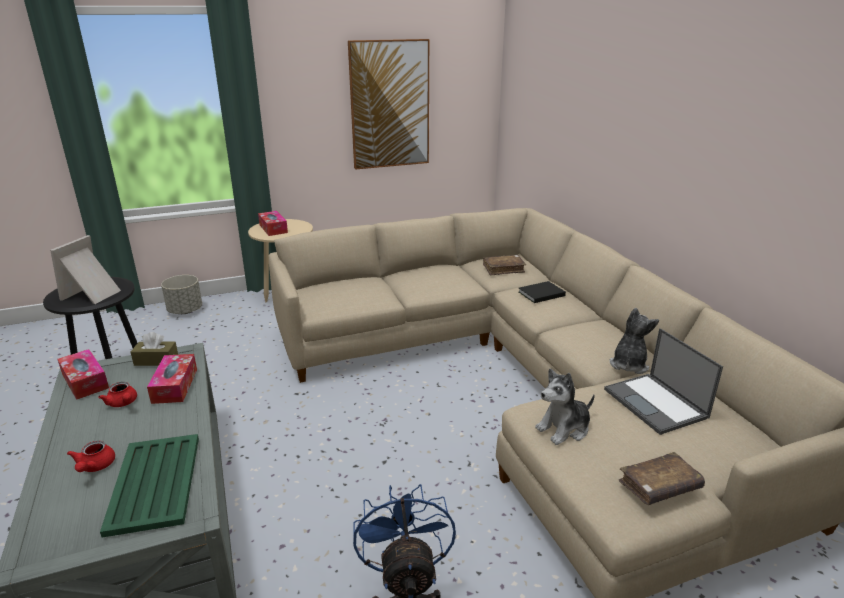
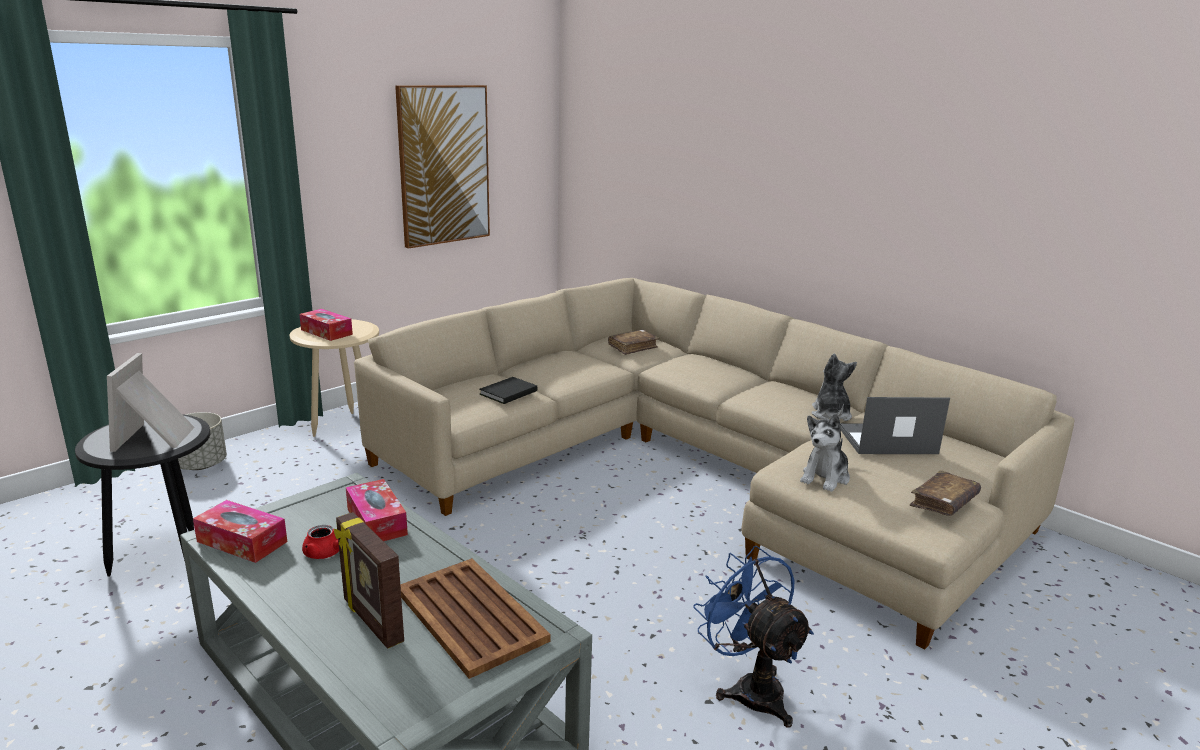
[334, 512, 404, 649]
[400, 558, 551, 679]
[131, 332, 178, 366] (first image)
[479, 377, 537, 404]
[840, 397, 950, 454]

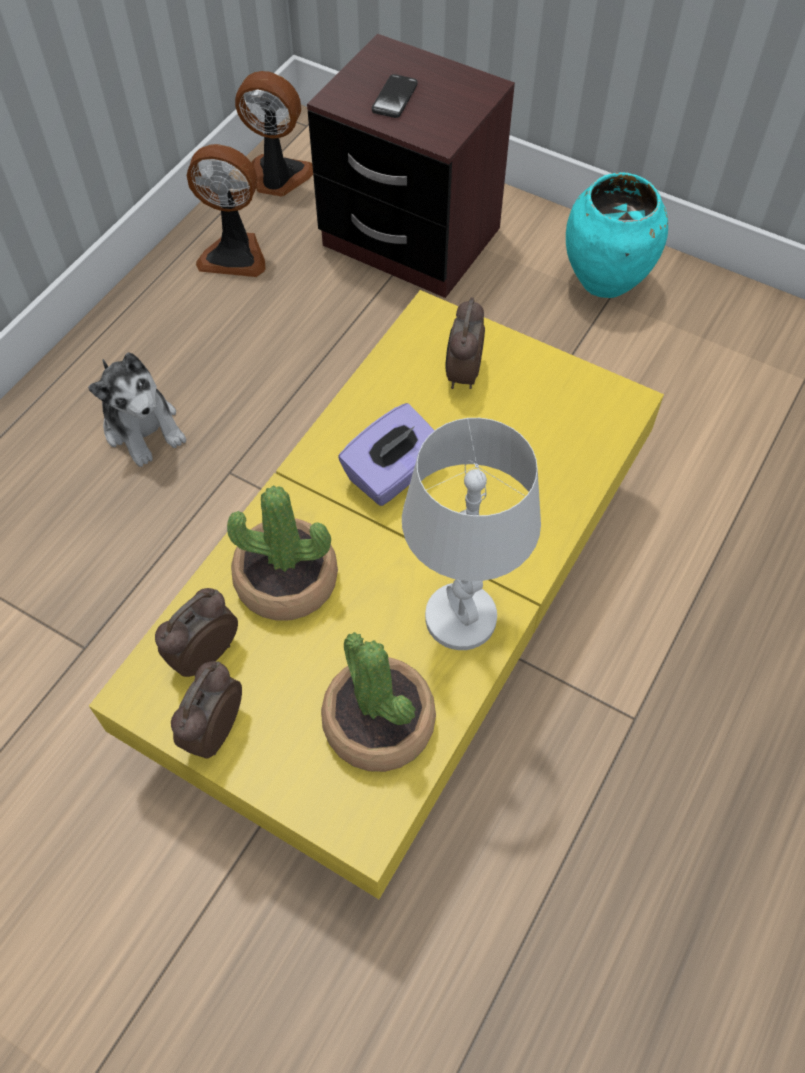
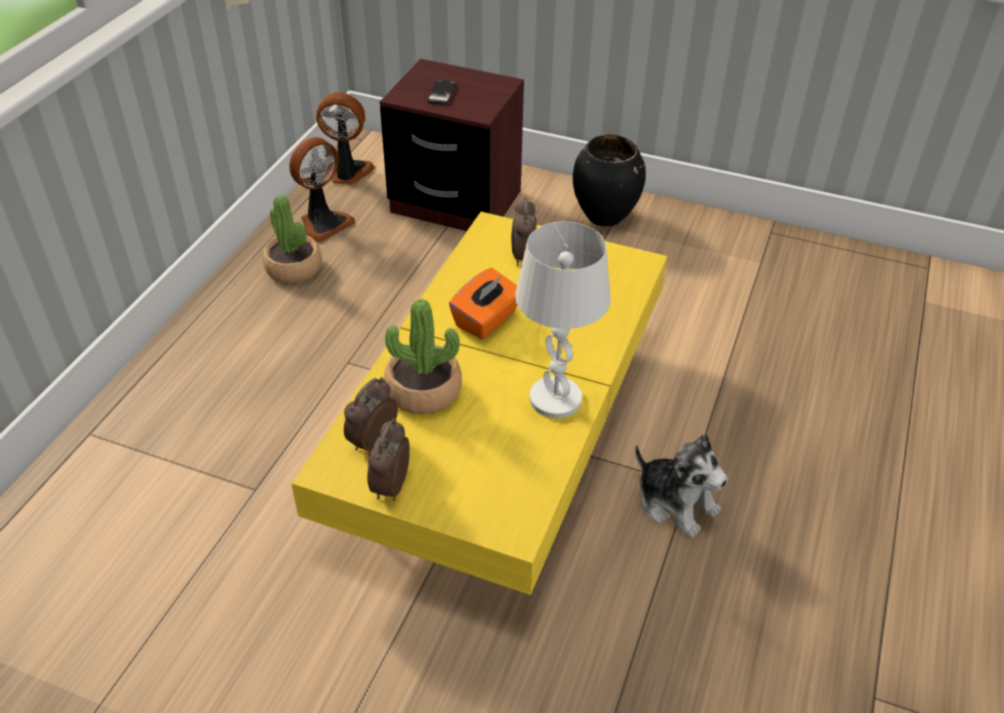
[635, 433, 728, 538]
[289, 137, 355, 243]
[263, 195, 322, 283]
[449, 268, 517, 339]
[573, 134, 646, 226]

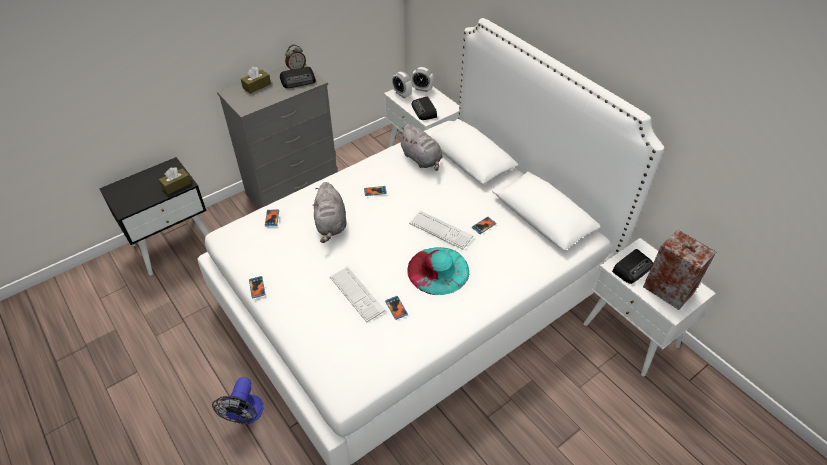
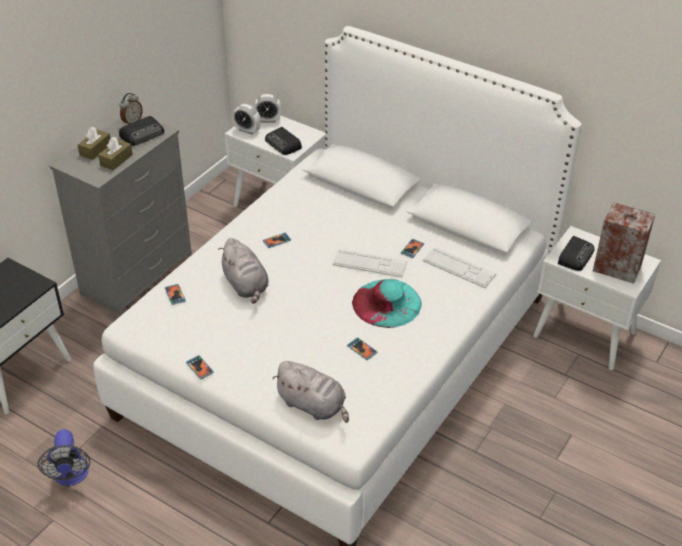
[98, 137, 133, 170]
[38, 429, 90, 486]
[422, 247, 496, 288]
[272, 361, 349, 423]

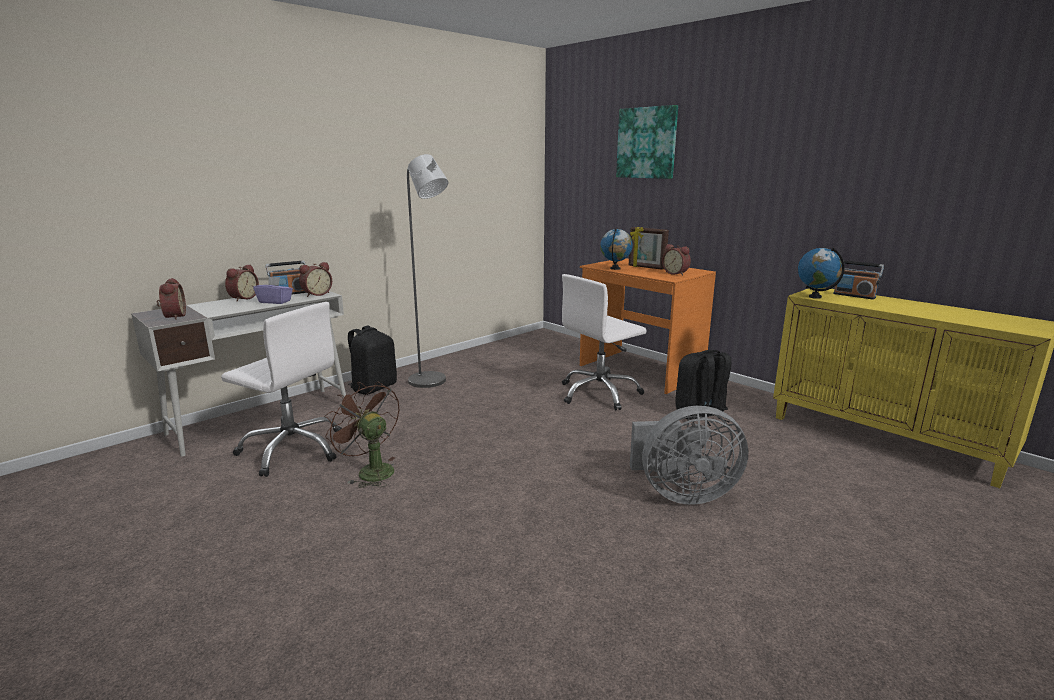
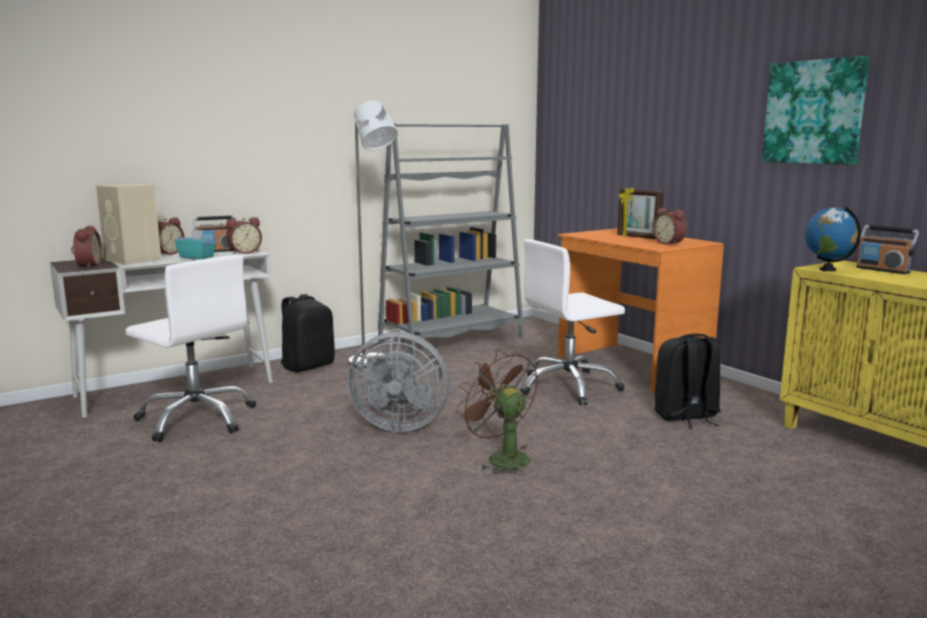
[175, 230, 216, 259]
[456, 350, 538, 476]
[600, 228, 633, 270] (first image)
[762, 56, 869, 165]
[348, 332, 450, 432]
[96, 183, 161, 265]
[378, 123, 524, 357]

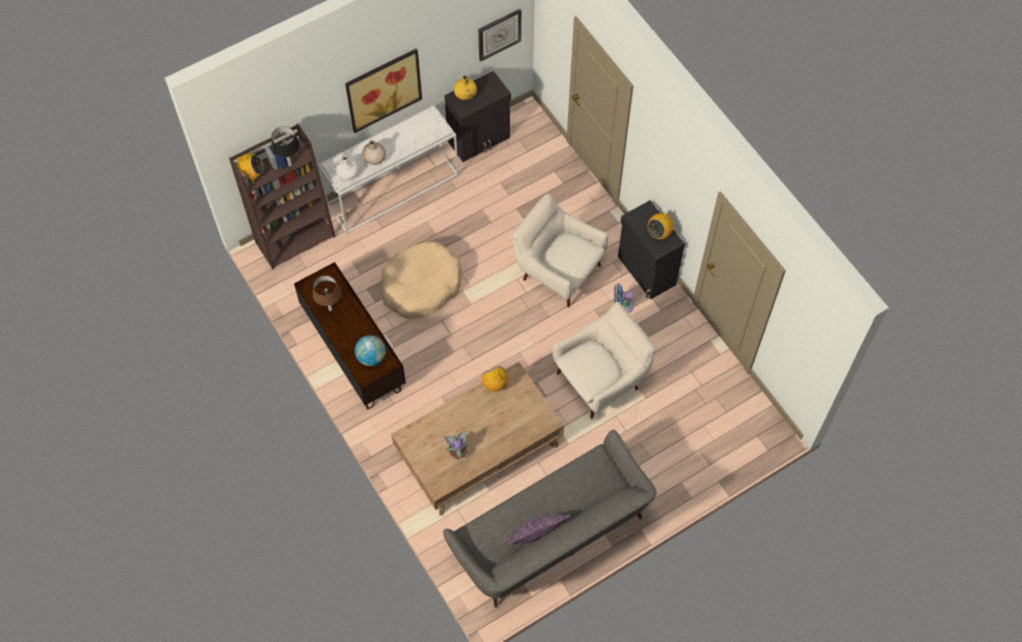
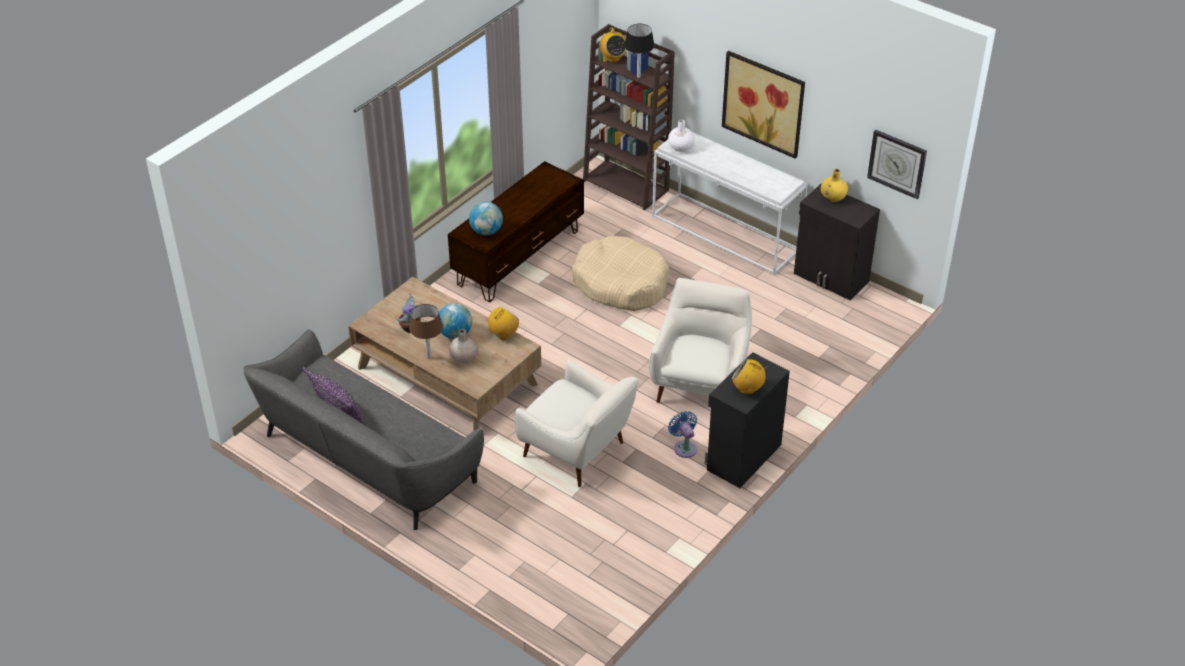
[409, 304, 443, 359]
[449, 329, 479, 363]
[439, 303, 472, 339]

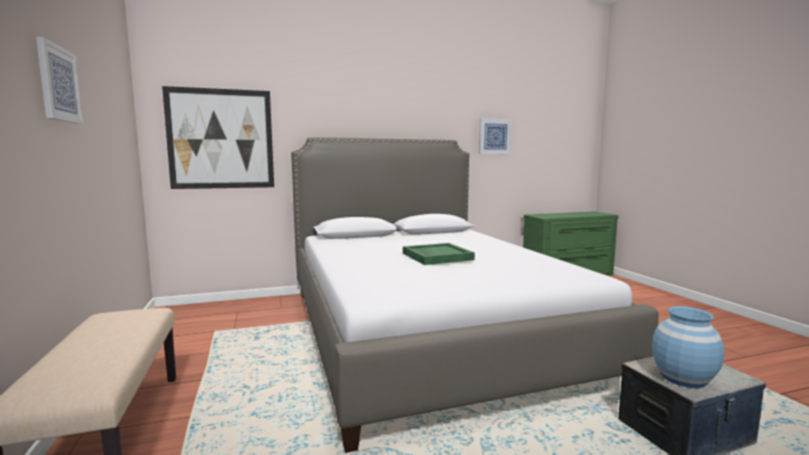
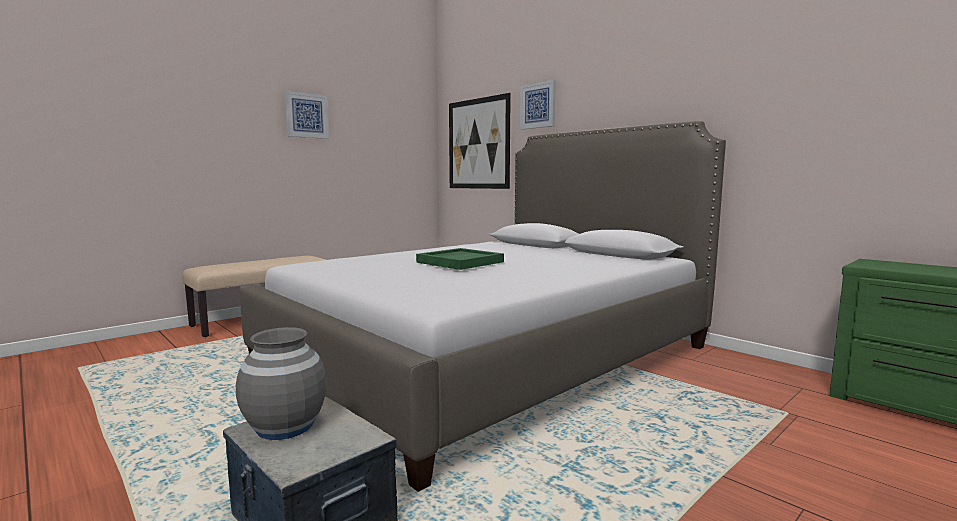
[520, 80, 556, 129]
[236, 327, 326, 440]

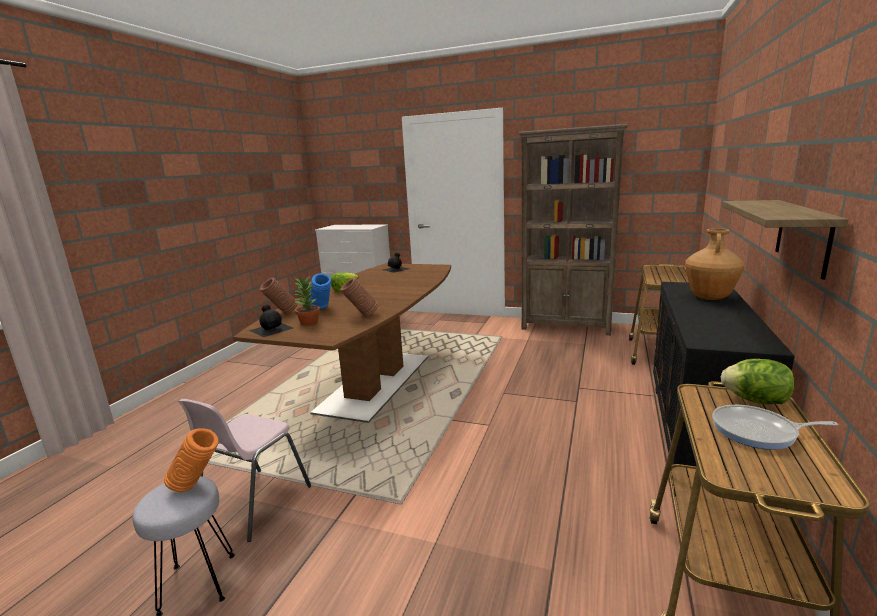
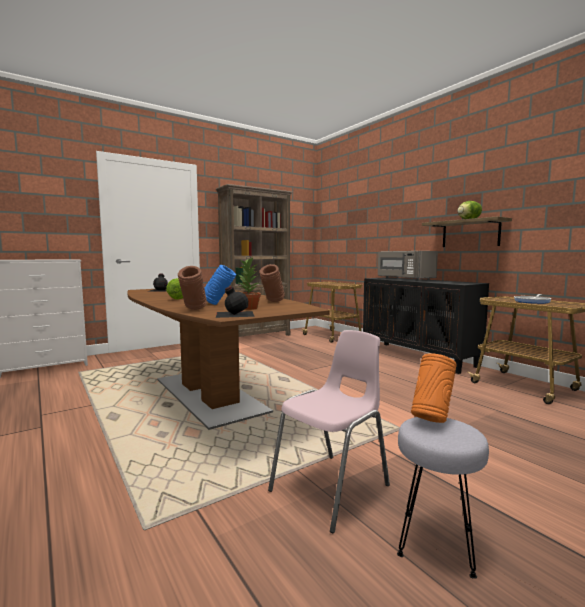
[268, 330, 390, 533]
[378, 251, 438, 281]
[457, 201, 482, 219]

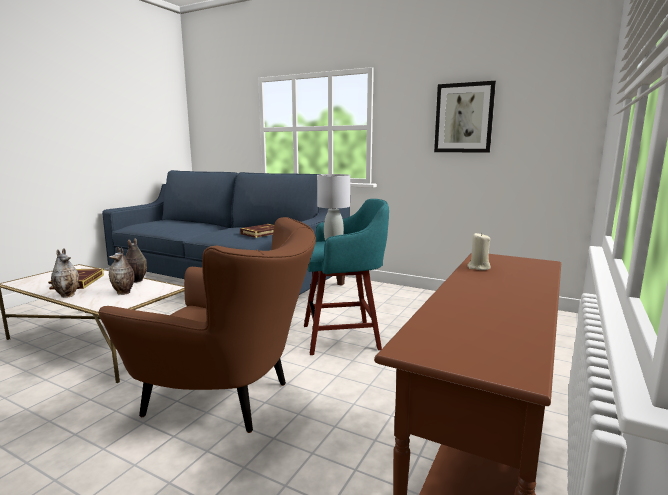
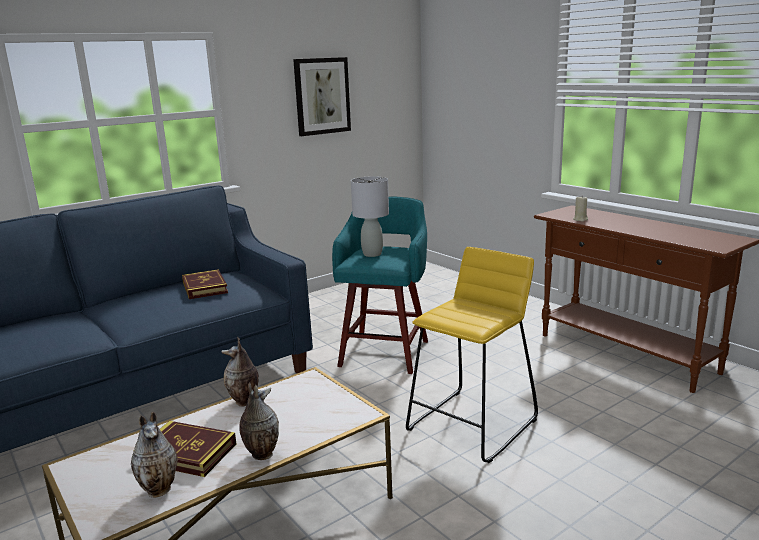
[406, 247, 538, 463]
[131, 412, 178, 498]

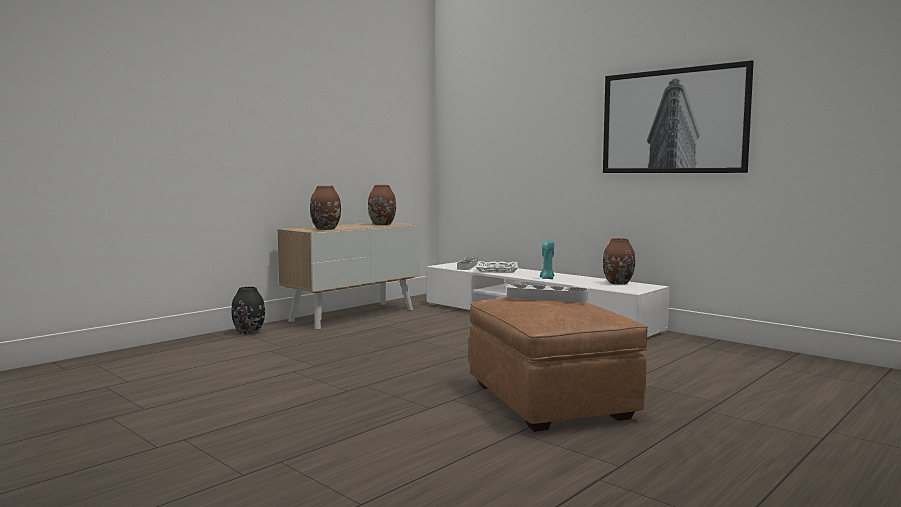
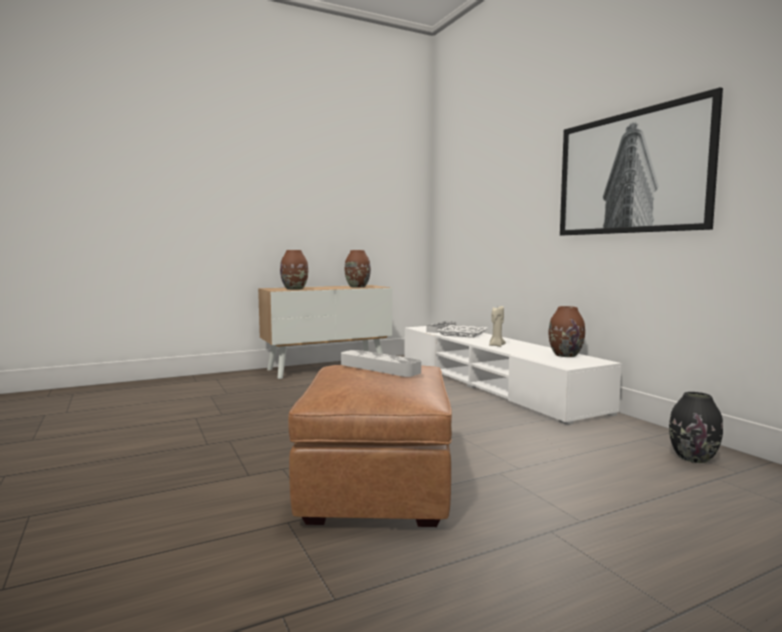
[669, 392, 723, 463]
[489, 306, 506, 347]

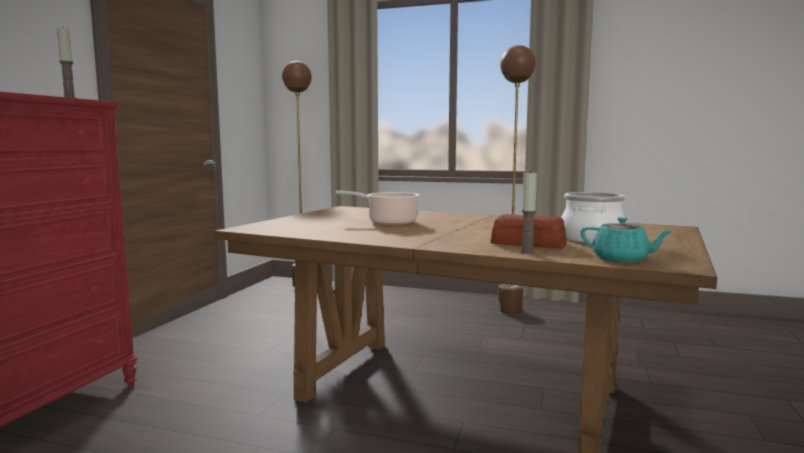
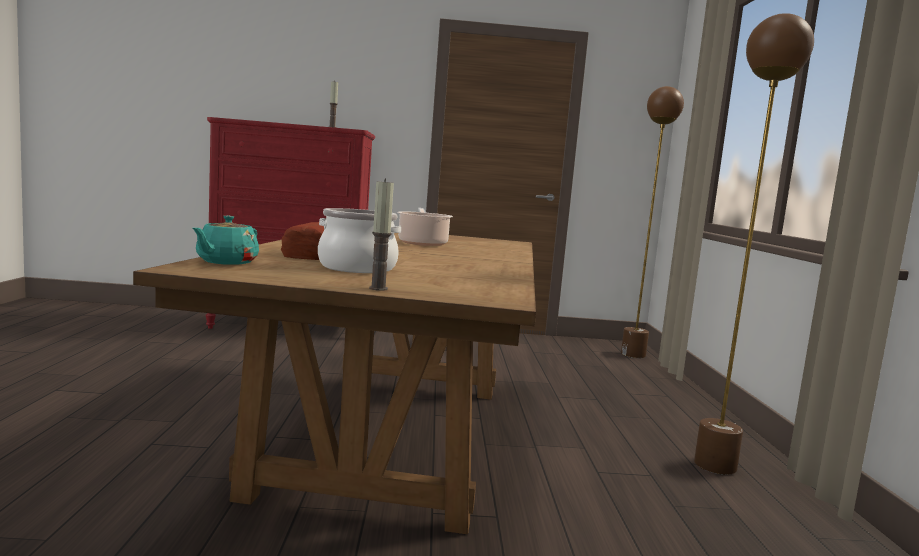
[369, 179, 394, 291]

